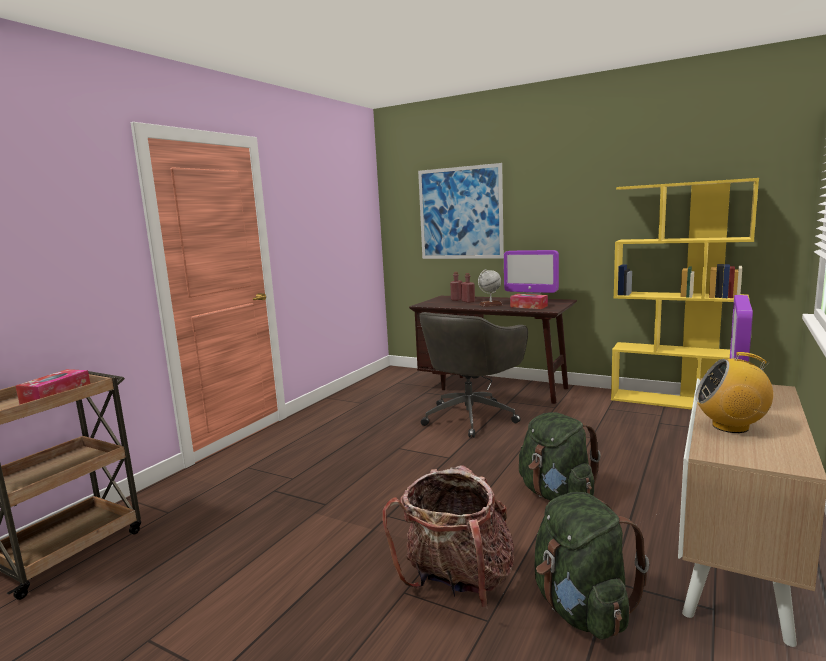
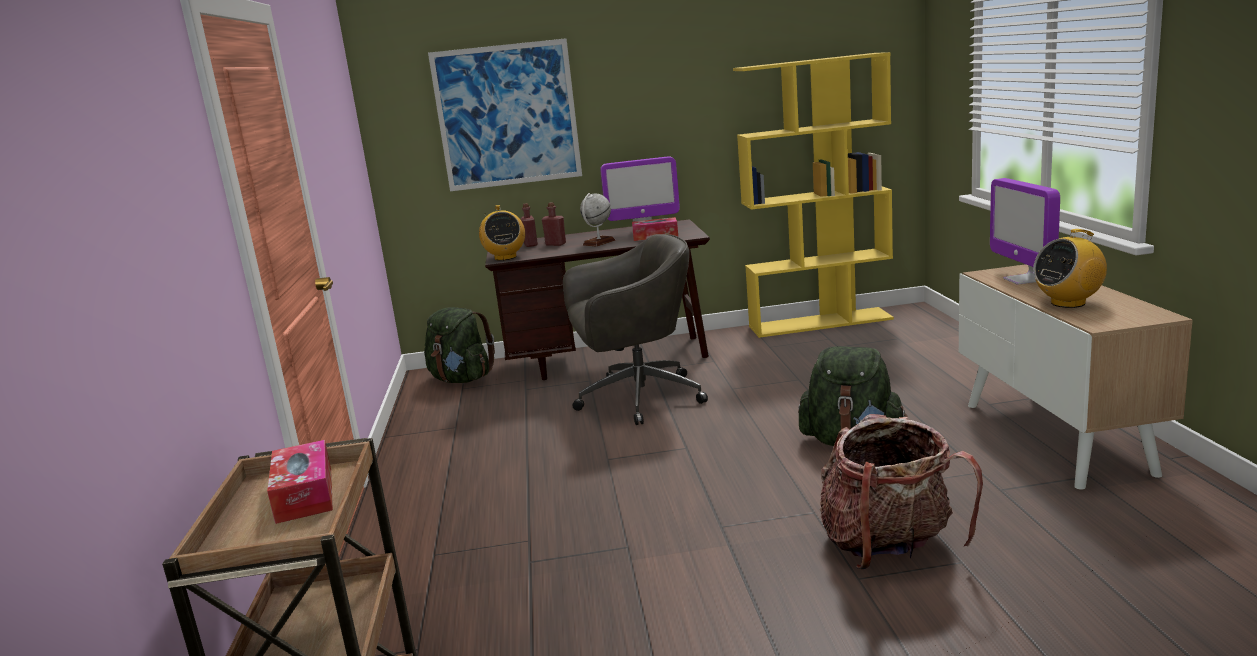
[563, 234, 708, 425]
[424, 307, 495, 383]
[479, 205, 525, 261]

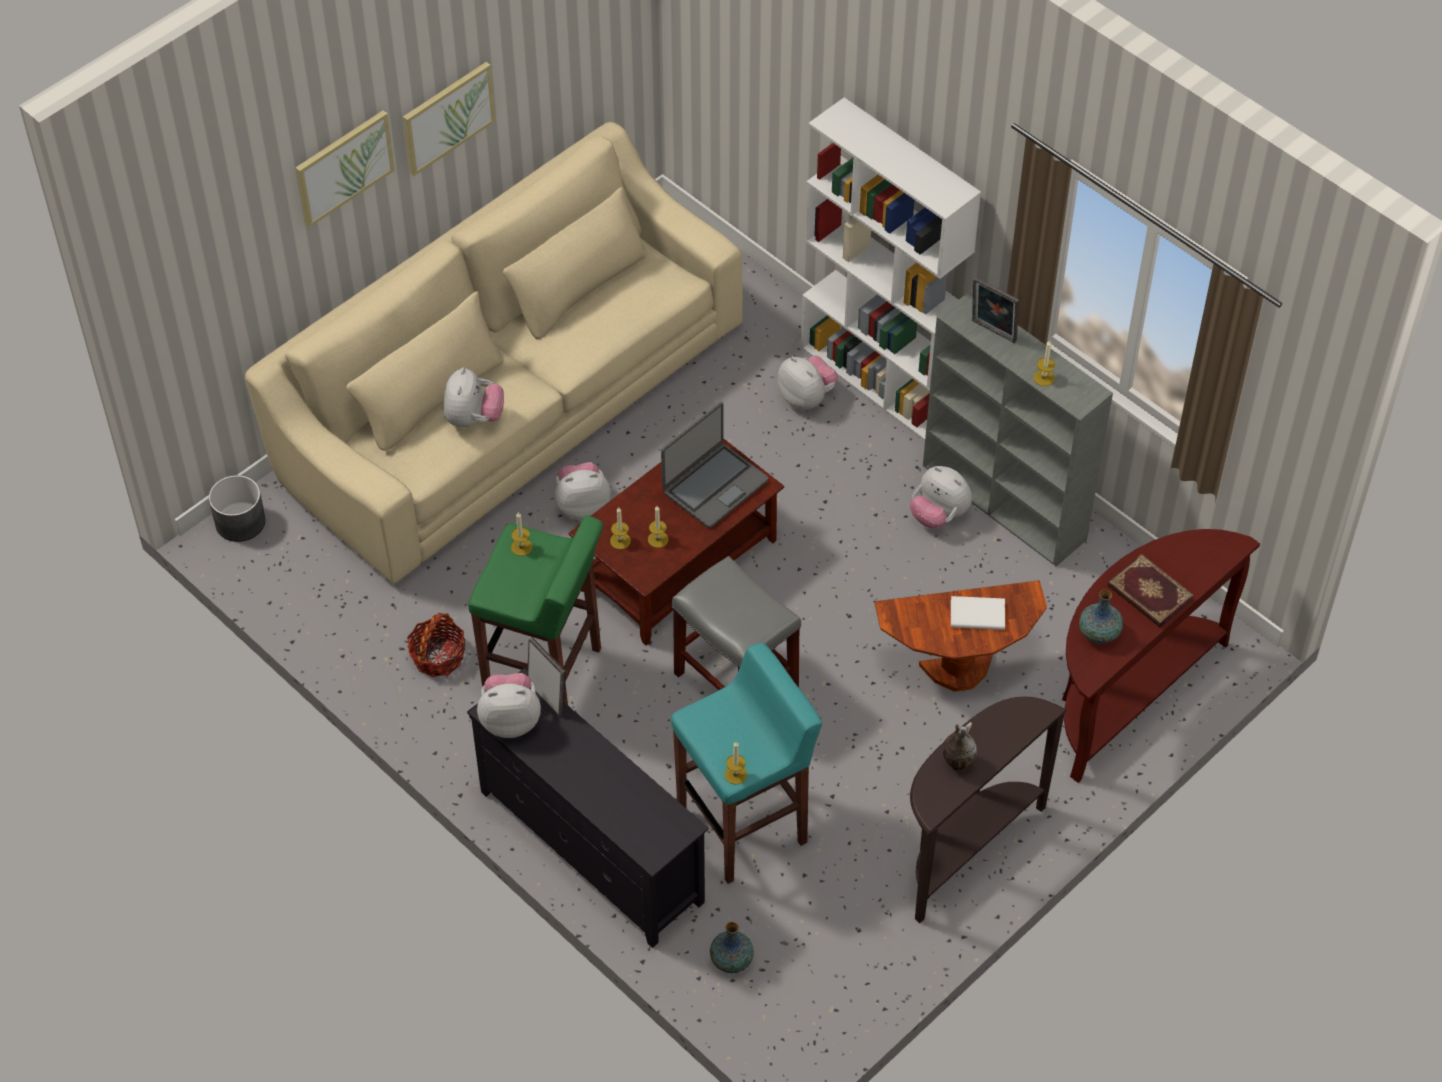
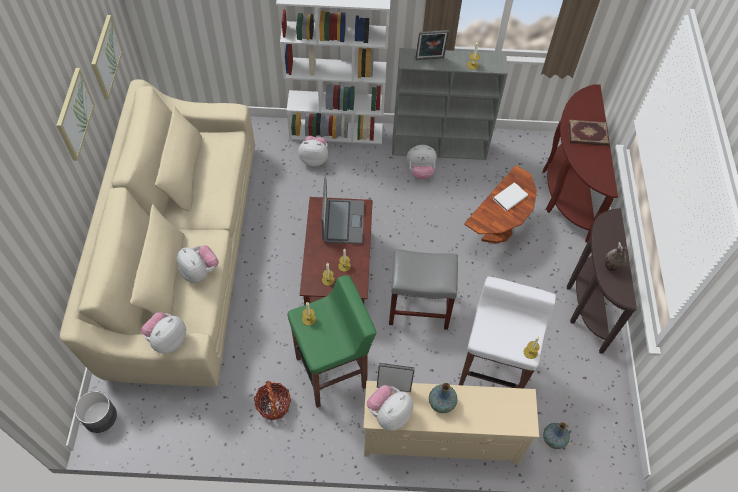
[91, 15, 123, 99]
[363, 381, 539, 464]
[141, 312, 186, 354]
[459, 276, 556, 388]
[429, 383, 458, 413]

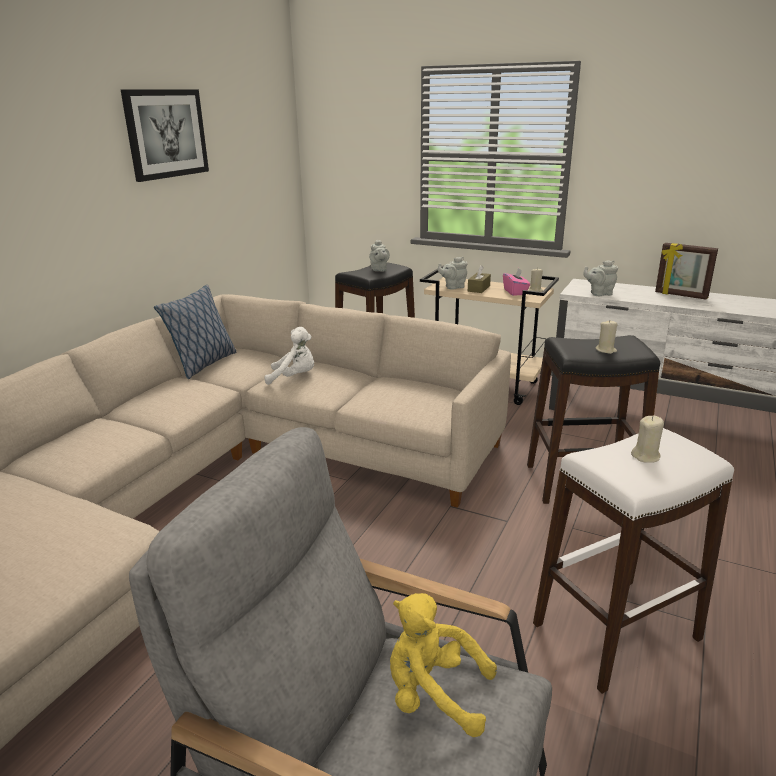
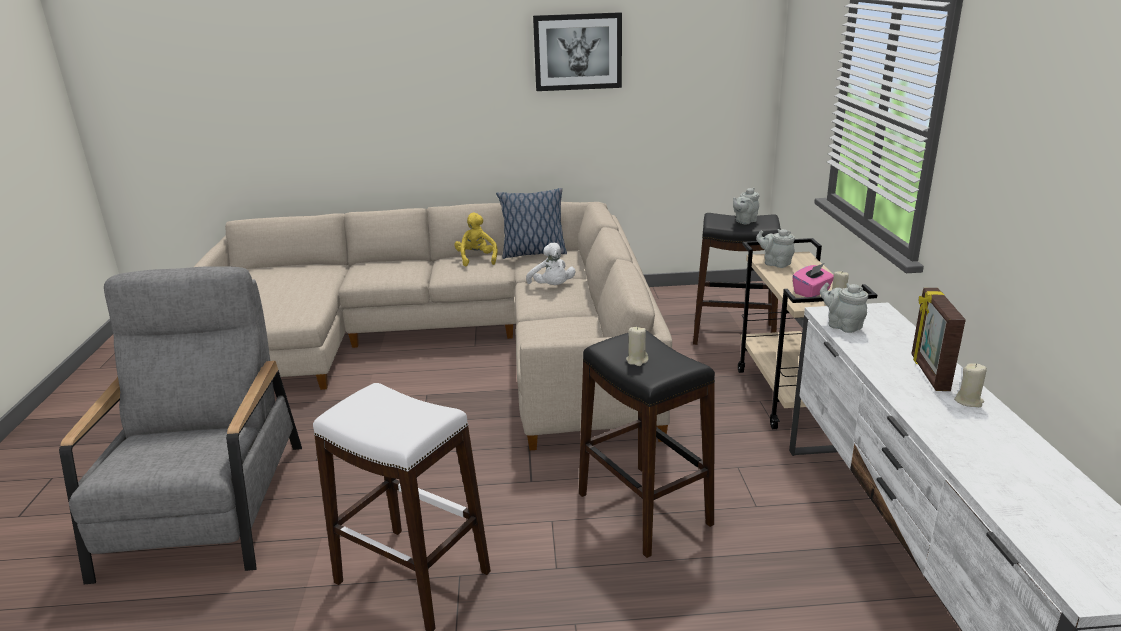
[454, 213, 497, 266]
[468, 265, 491, 293] (first image)
[954, 364, 987, 407]

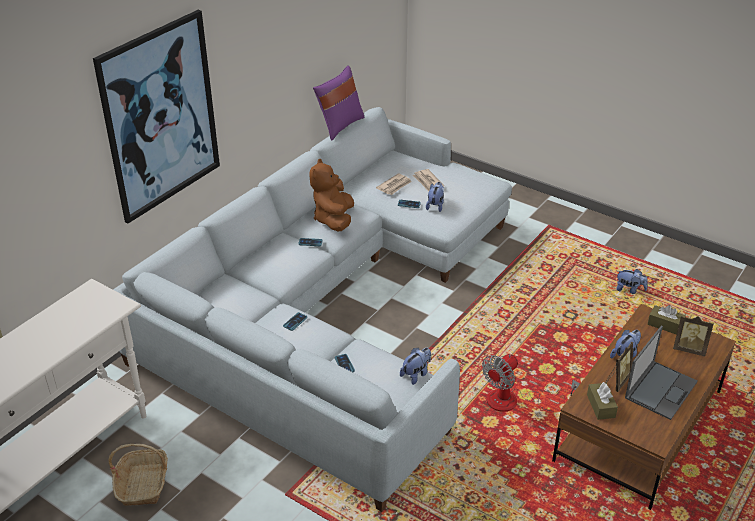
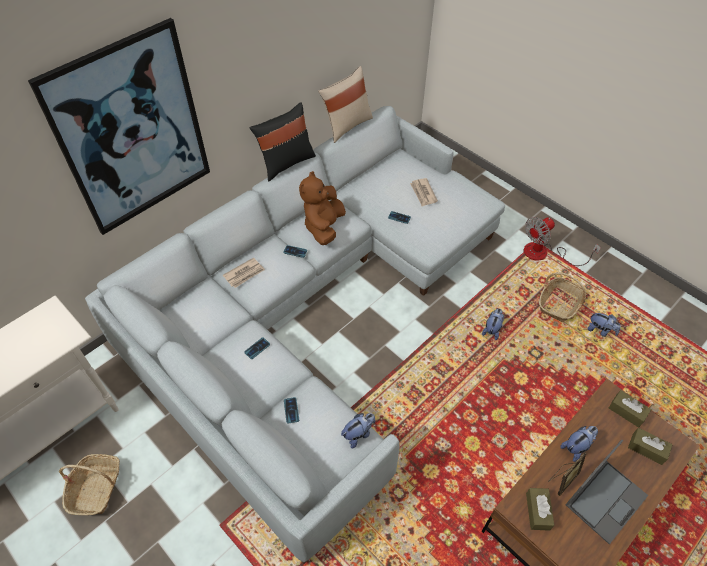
[318, 66, 373, 143]
[223, 258, 265, 288]
[482, 309, 504, 340]
[524, 217, 601, 266]
[628, 428, 673, 465]
[249, 102, 316, 181]
[539, 272, 587, 322]

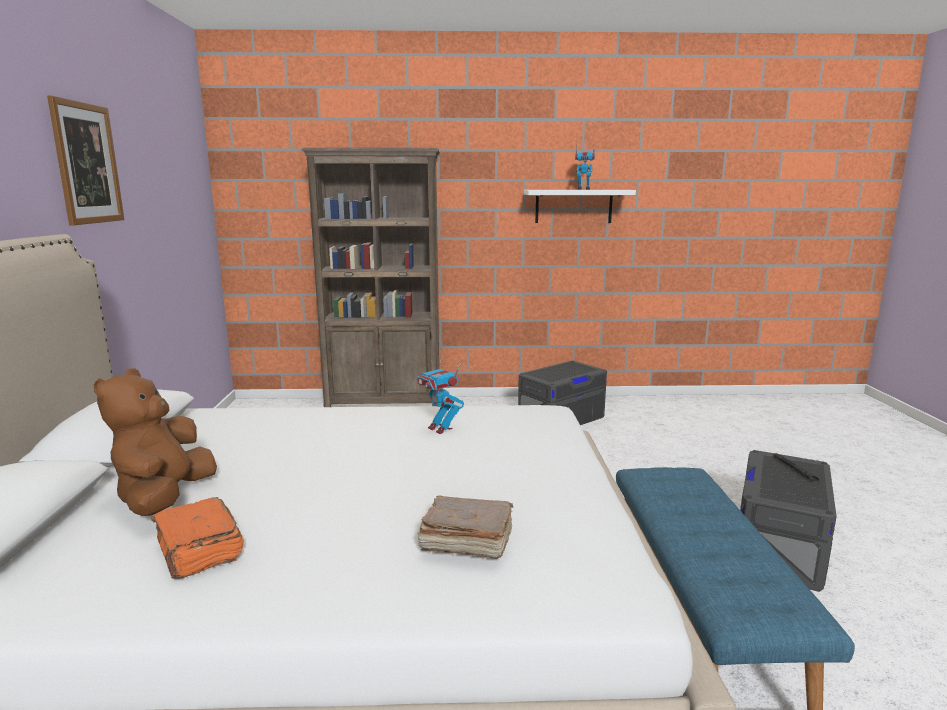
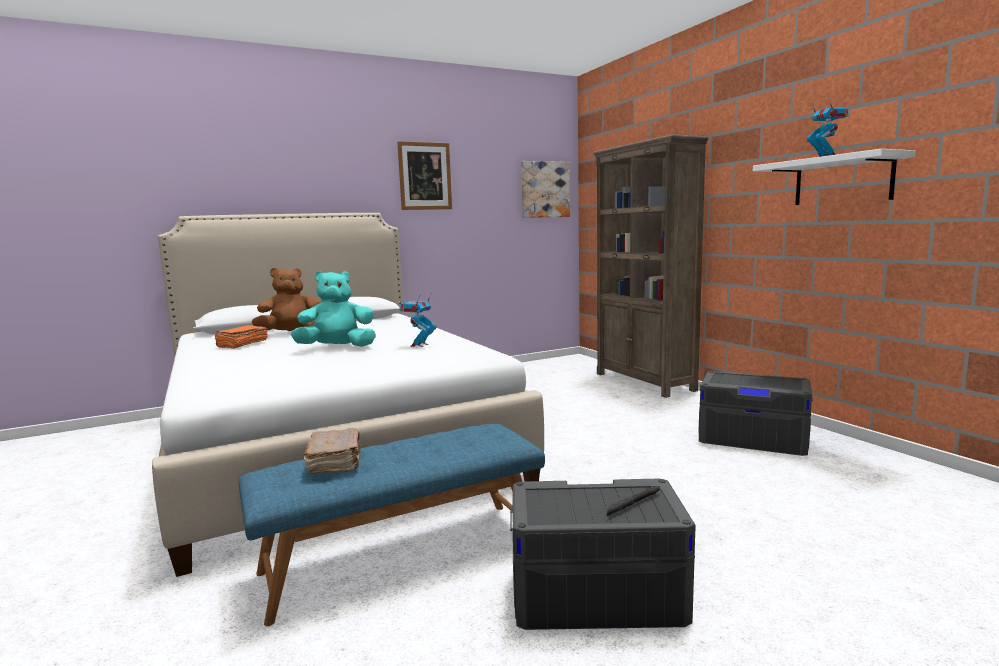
[304, 428, 361, 474]
[291, 271, 376, 347]
[521, 161, 570, 218]

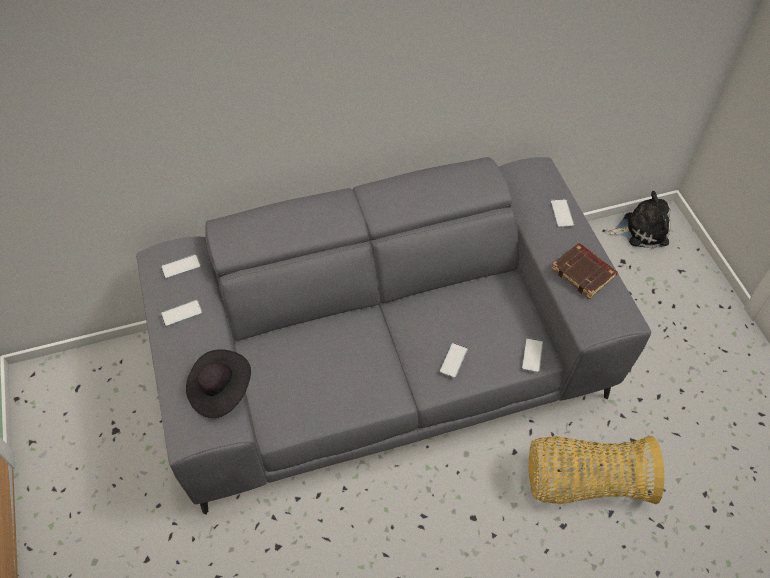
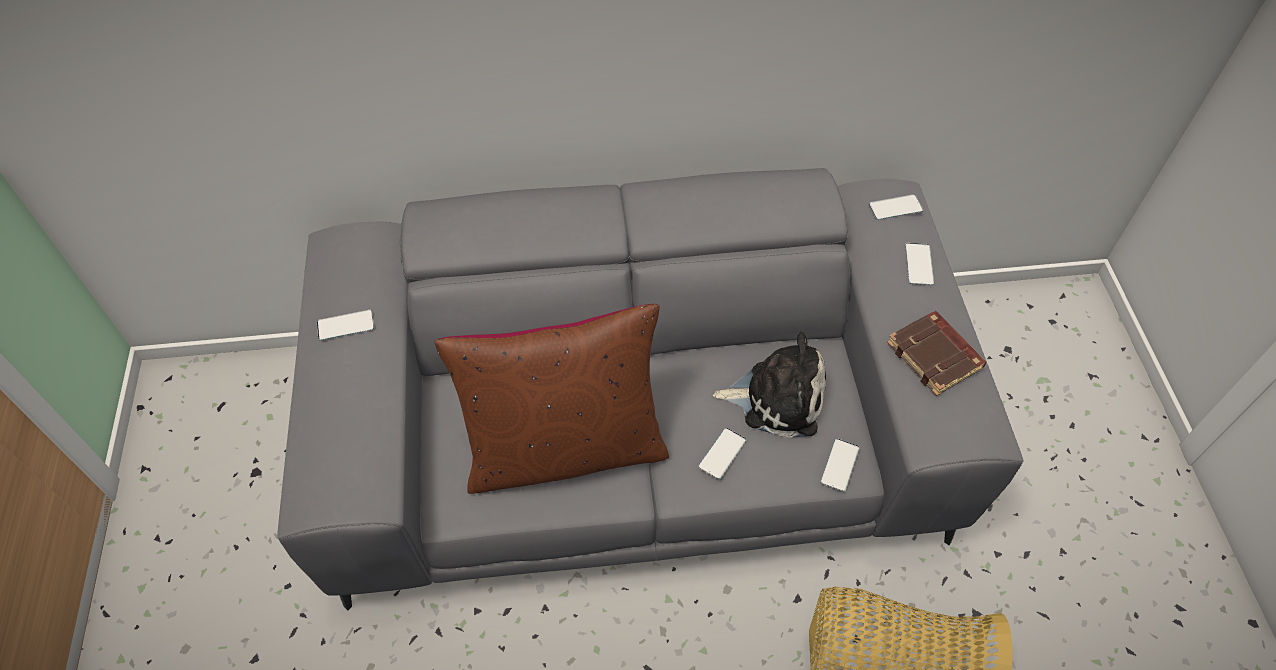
[868, 194, 923, 220]
[186, 349, 251, 418] (first image)
[713, 332, 826, 438]
[435, 304, 669, 494]

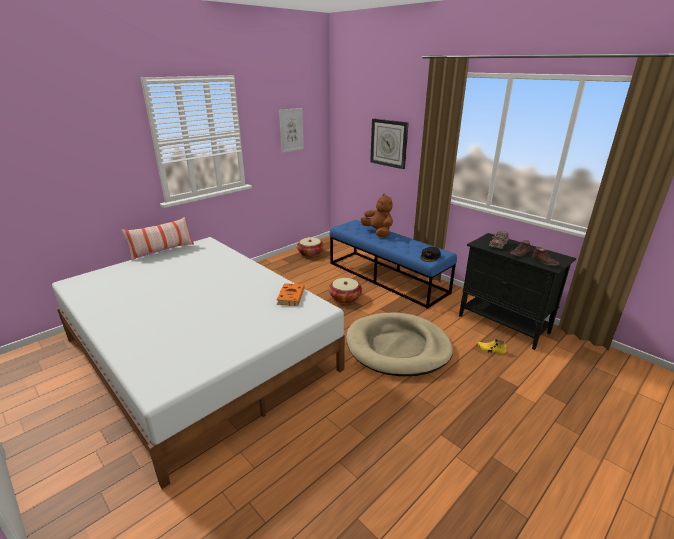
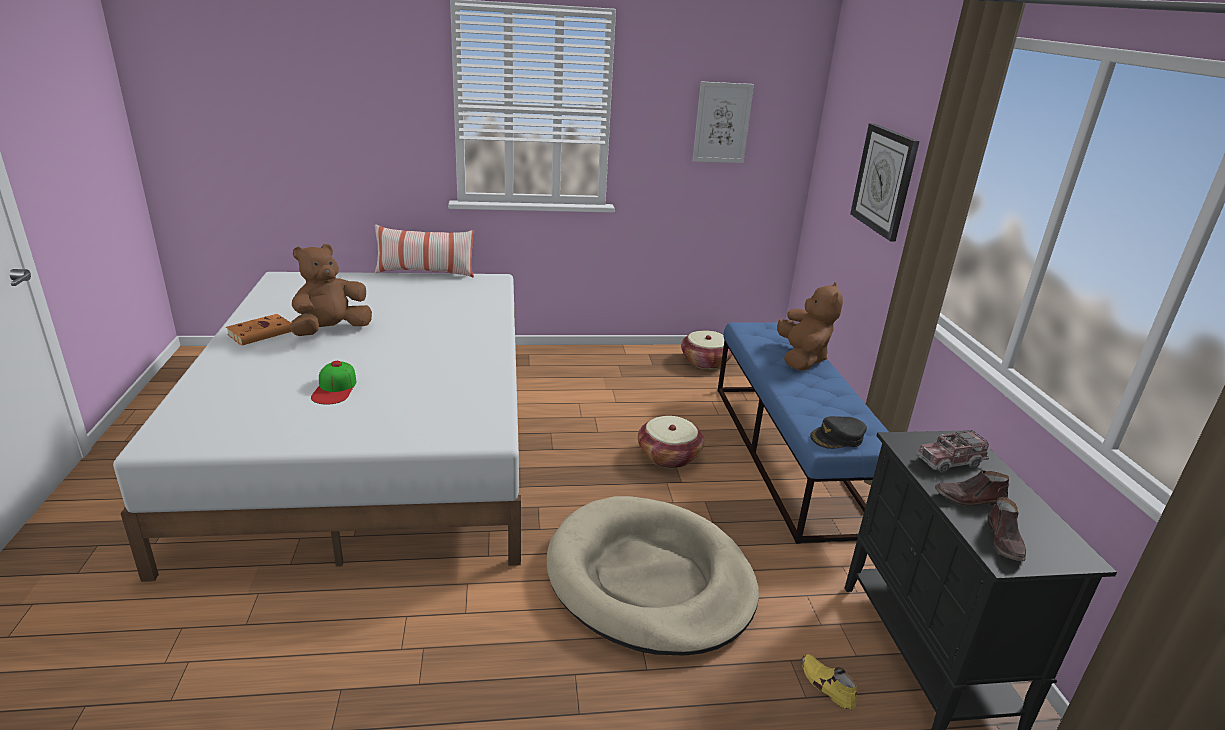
[226, 314, 292, 345]
[290, 244, 372, 336]
[311, 361, 356, 405]

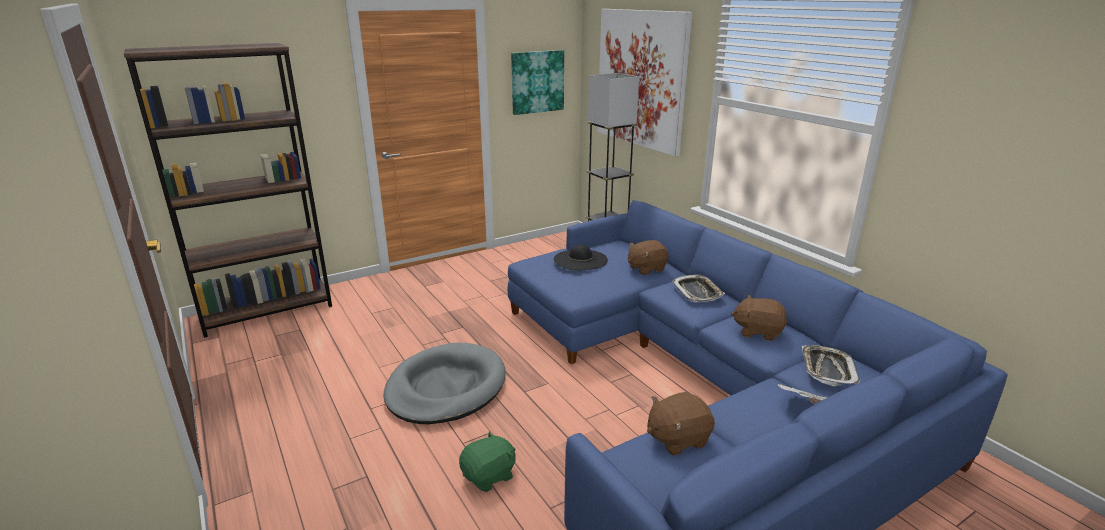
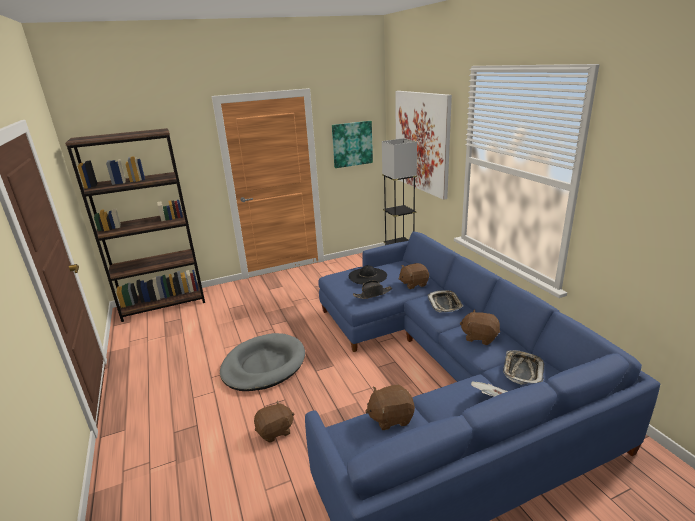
[254, 400, 295, 443]
[353, 280, 392, 299]

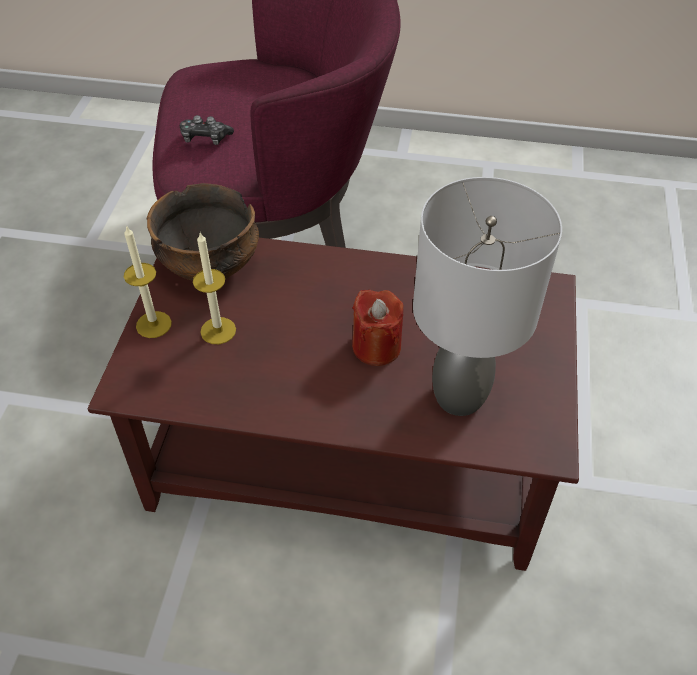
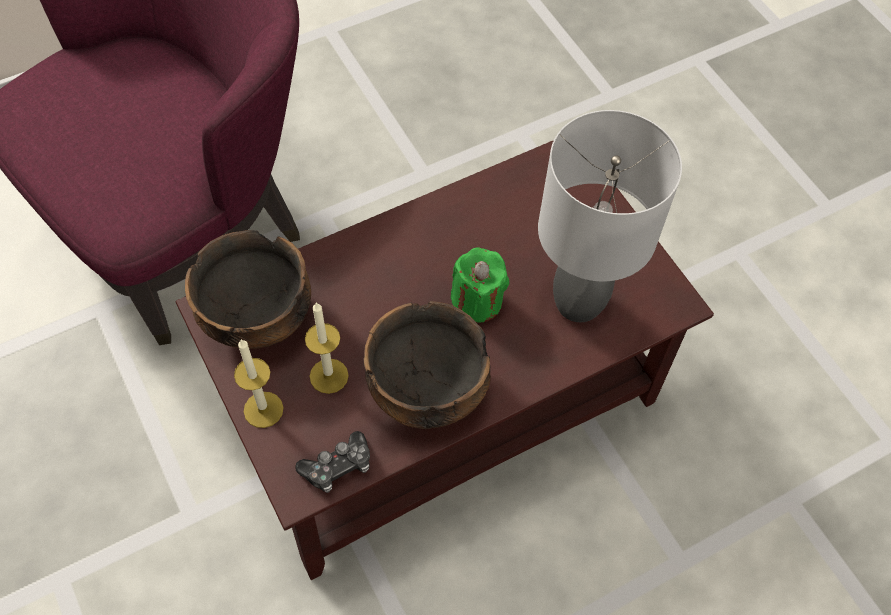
[295, 431, 370, 493]
[451, 247, 509, 323]
[363, 301, 491, 429]

